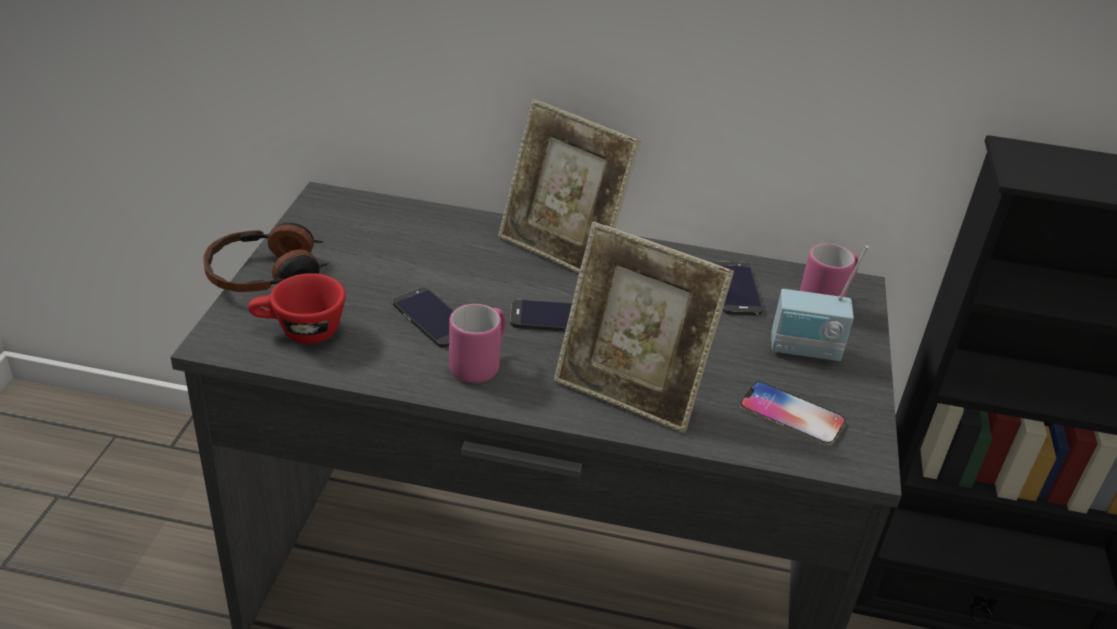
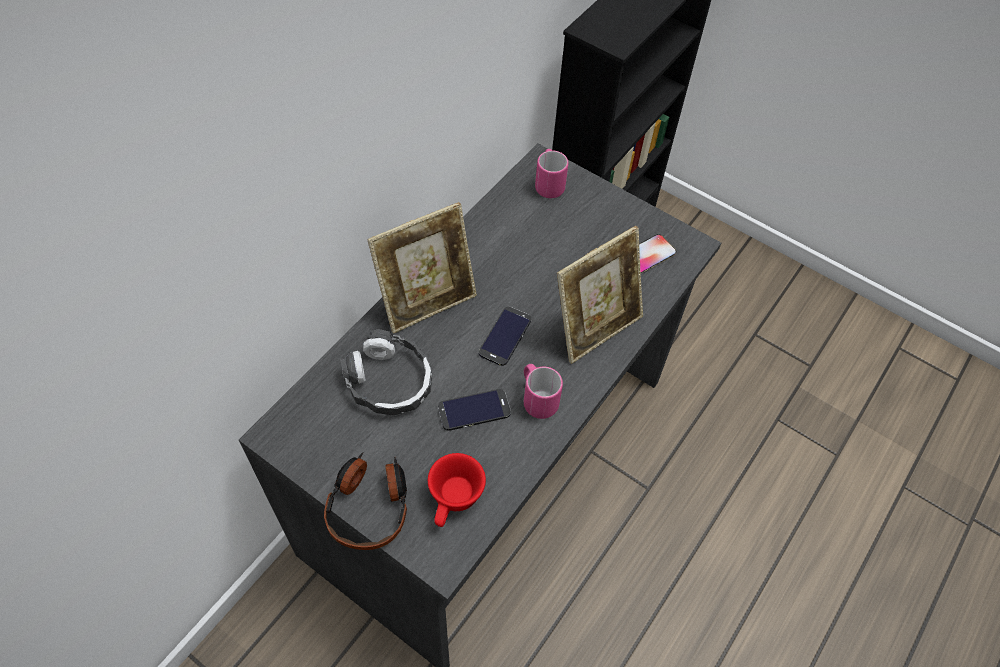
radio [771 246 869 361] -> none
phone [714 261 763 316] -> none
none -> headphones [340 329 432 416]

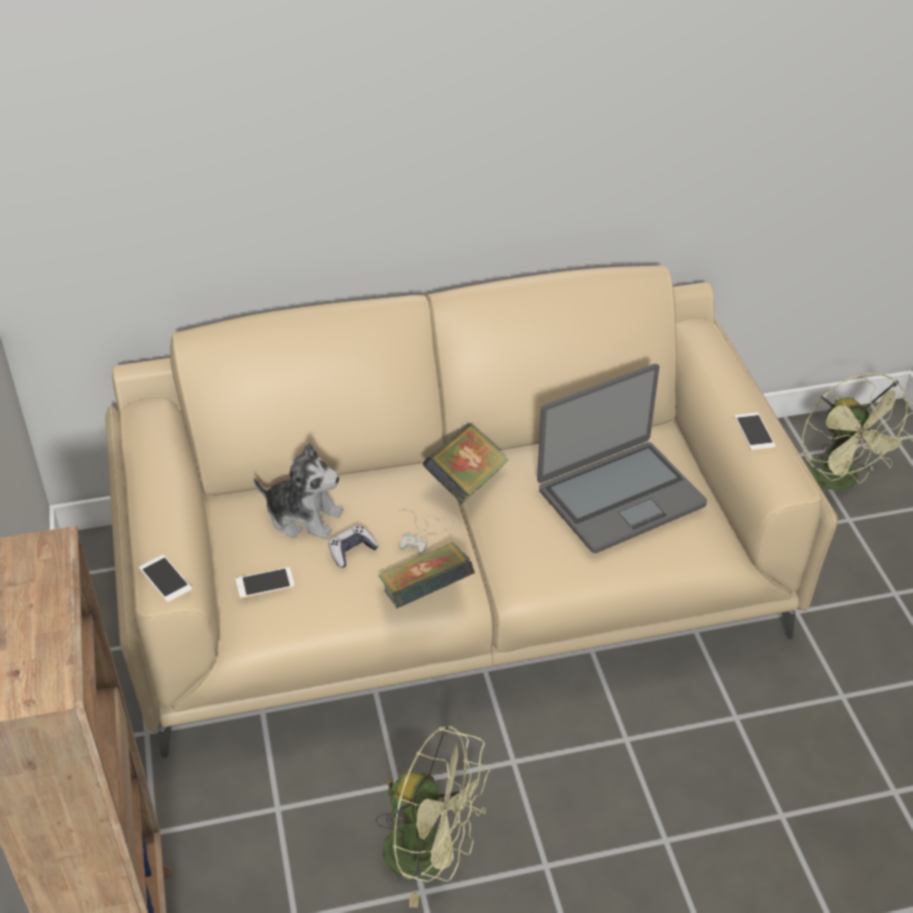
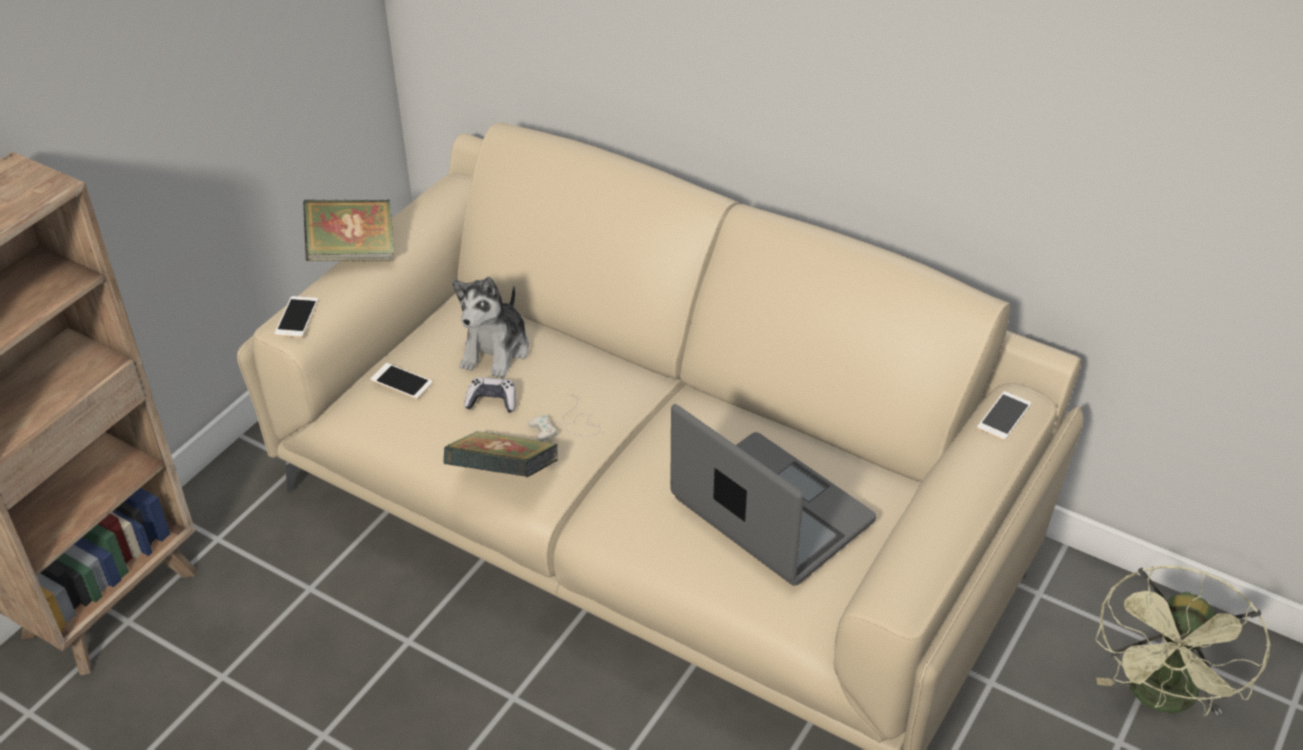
laptop [537 364 707 553] -> laptop [670 404 876 585], 150 degrees counterclockwise
phone [734 412 776 451] -> phone [977 391 1031 440], relocated
book [422 423 509 504] -> book [303 200 394 261], relocated
plush toy [254 443 344 539] -> plush toy [452 277 529 378], 45 degrees clockwise
green fan [376 725 490 908] -> none

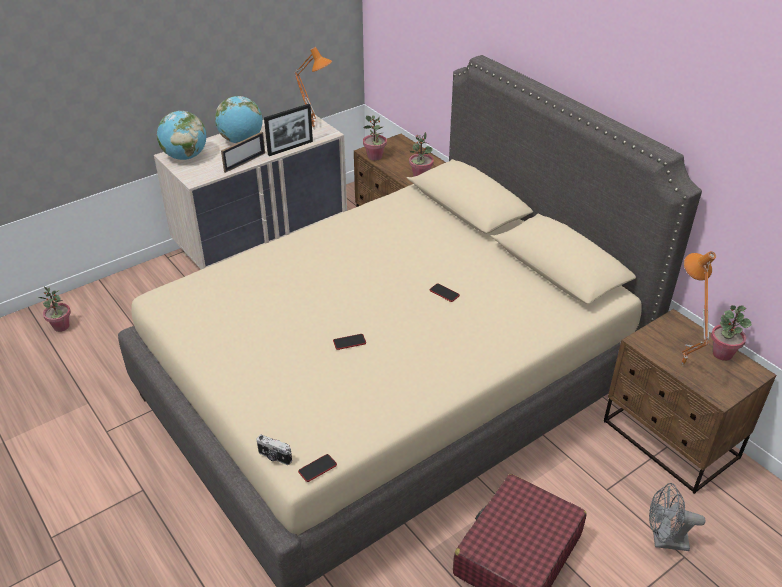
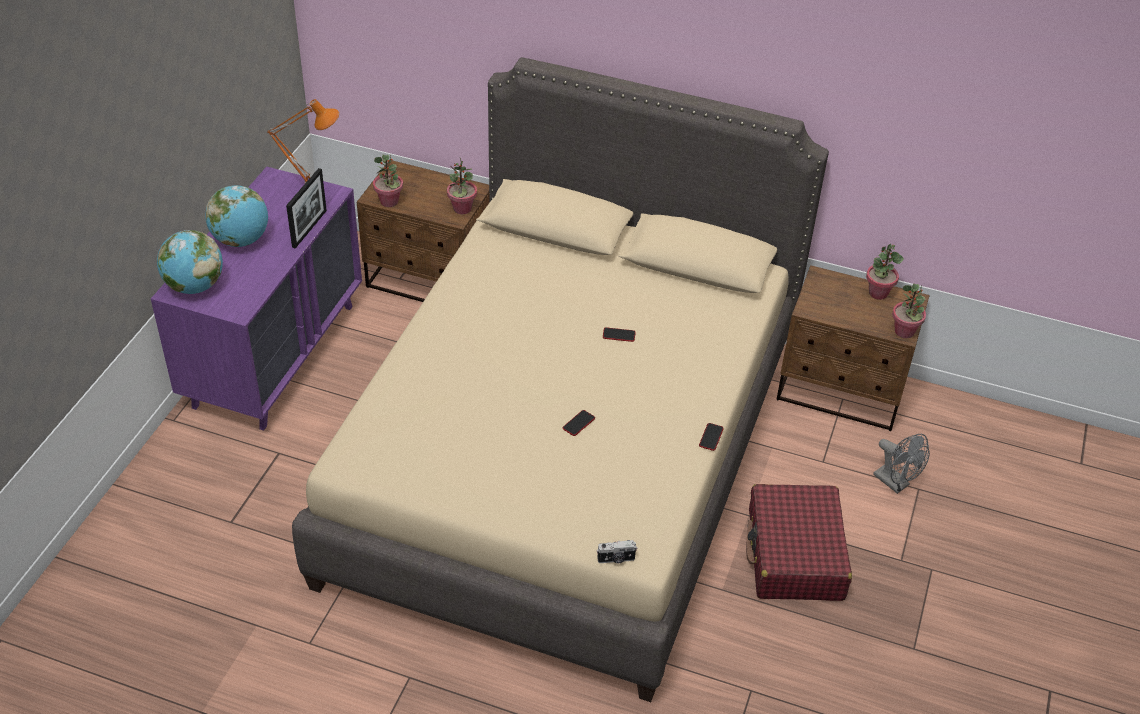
beige dresser [154 115 347 269] -> purple dresser [151 166 362 430]
picture frame [221 132 265 173] -> none
orange table lamp [682 251 716 365] -> none
potted plant [38 287 71 332] -> potted plant [892 284 926 338], relocated
phone [298 454 337 482] -> phone [699 423 724 451], relocated
grey fan [649 483 706 551] -> grey fan [873 434 930 494], 105 degrees counterclockwise

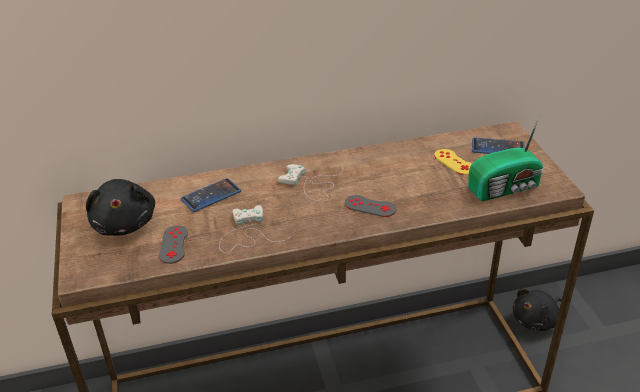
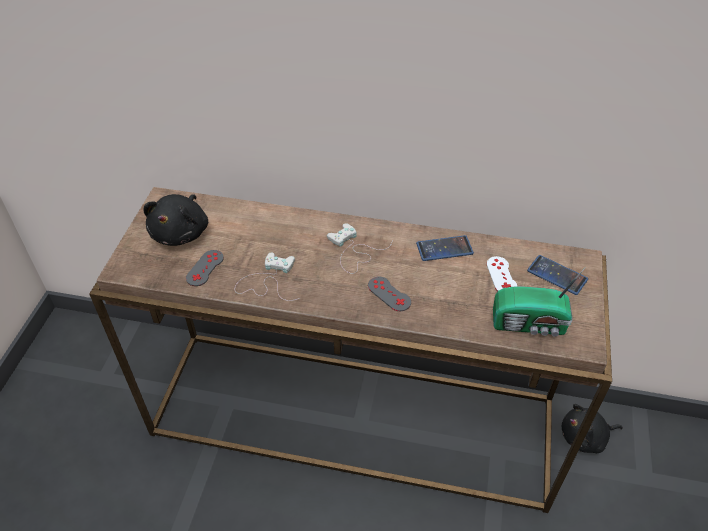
yellow game controller [434 149 472 175] -> white game controller [487 256 517 291]
phone [181 178 241 212] -> phone [416 235 474 261], relocated

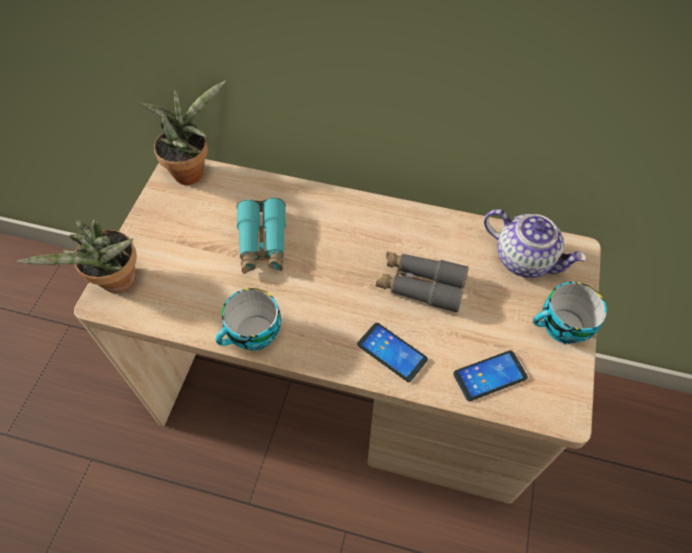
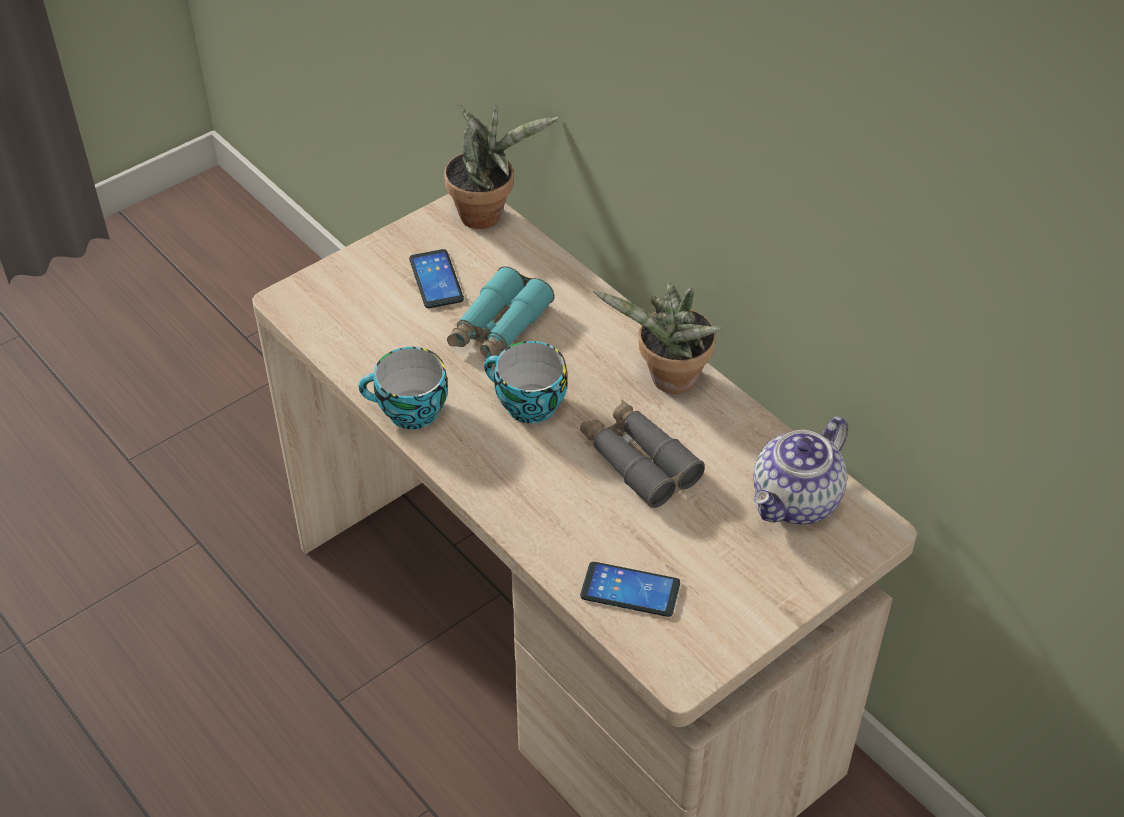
teapot [484 209 587 278] -> teapot [754 416 848 524], 60 degrees clockwise
potted plant [16 220 137 293] -> potted plant [592 282 723 394], relocated
cup [533 282 607 344] -> cup [484 341 568 423], relocated
phone [357 323 428 382] -> phone [409 249 464 308], relocated

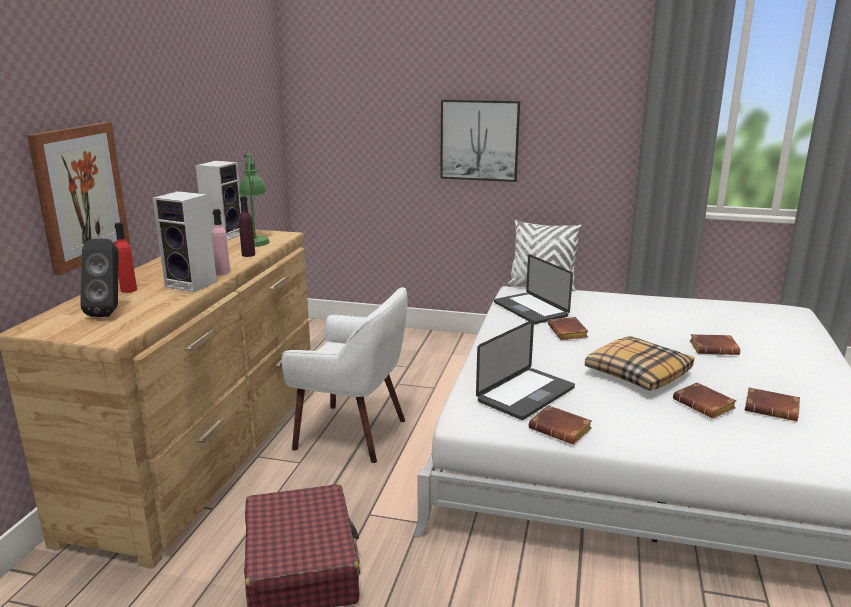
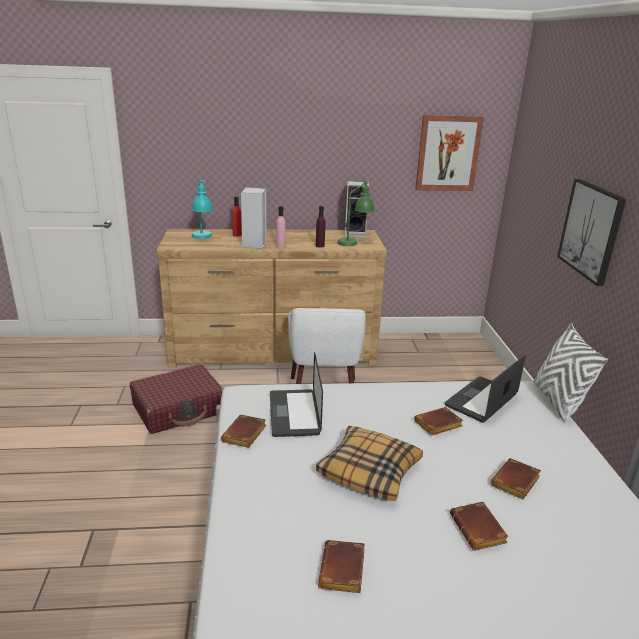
picture [27 122 130 275] -> picture [415 115 484 191], relocated
black speaker [80 239 118 317] -> turquoise table lamp [192 180 213 239]
laptop [476 320 575 420] -> laptop [270 352 323 437], 60 degrees clockwise
brown book [673 382 736 419] -> brown book [490 458 541 499], relocated

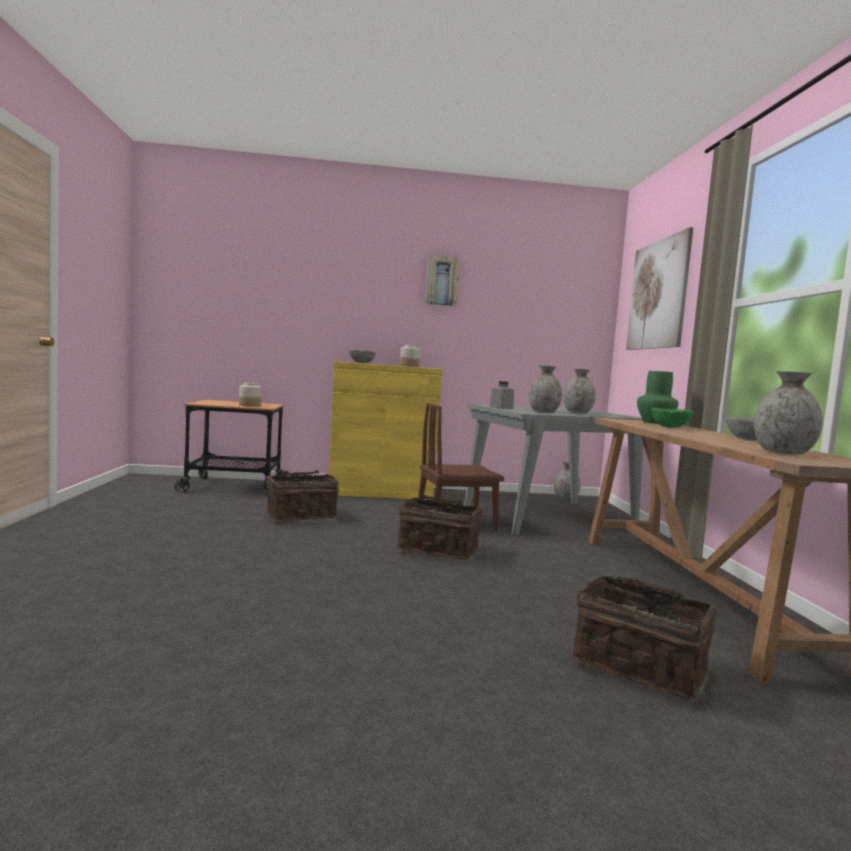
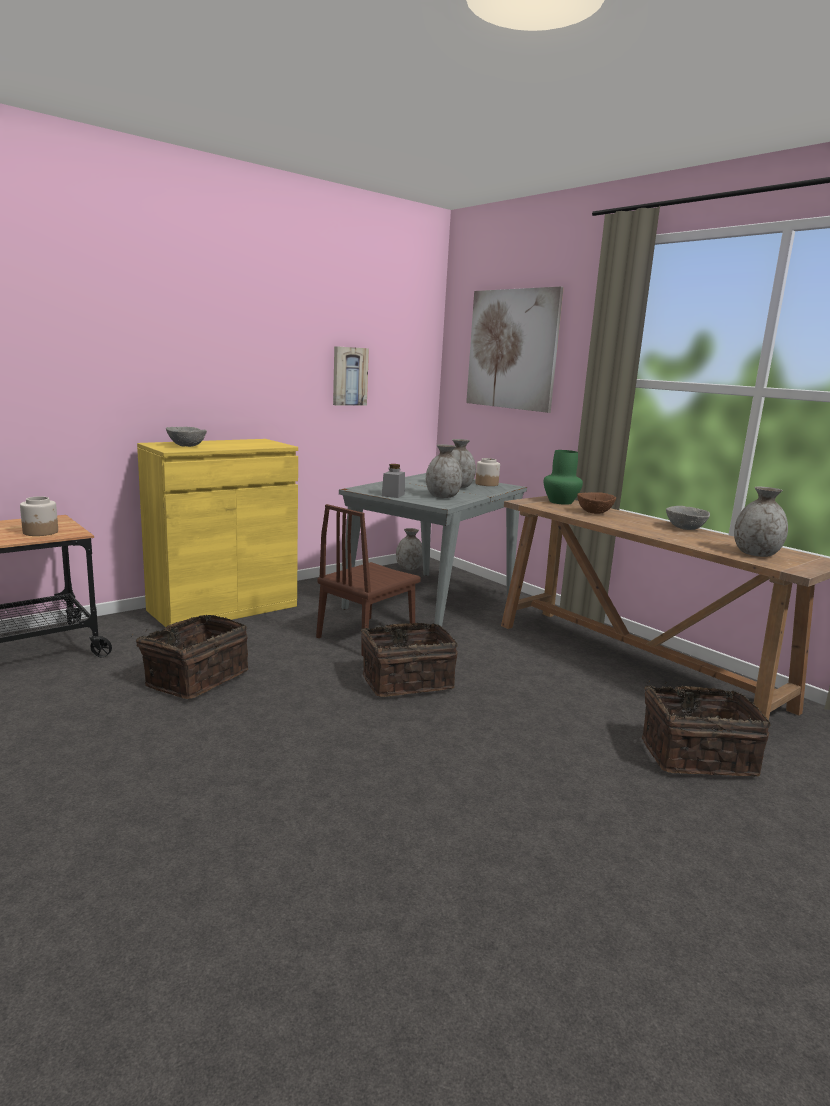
picture [425 255 460 306] -> picture [333 346 369 406], relocated
jar [400 345 420 367] -> jar [475 458 500 486], relocated
green bowl [651 407 694 428] -> brown bowl [577 492 616 514]

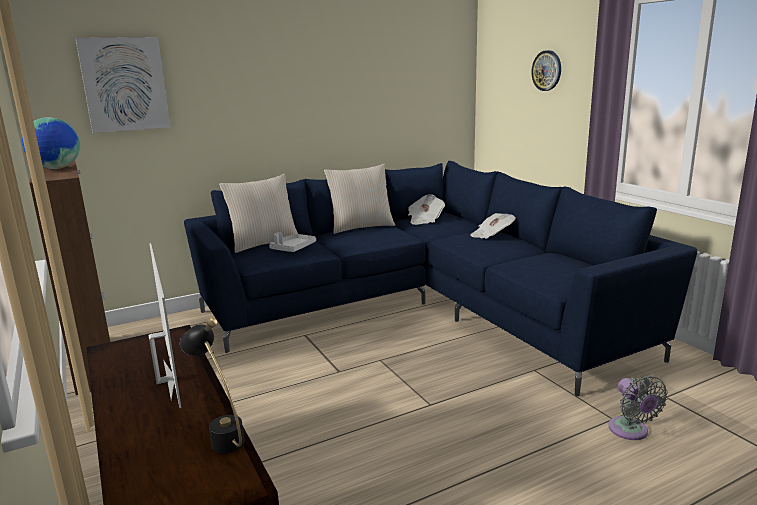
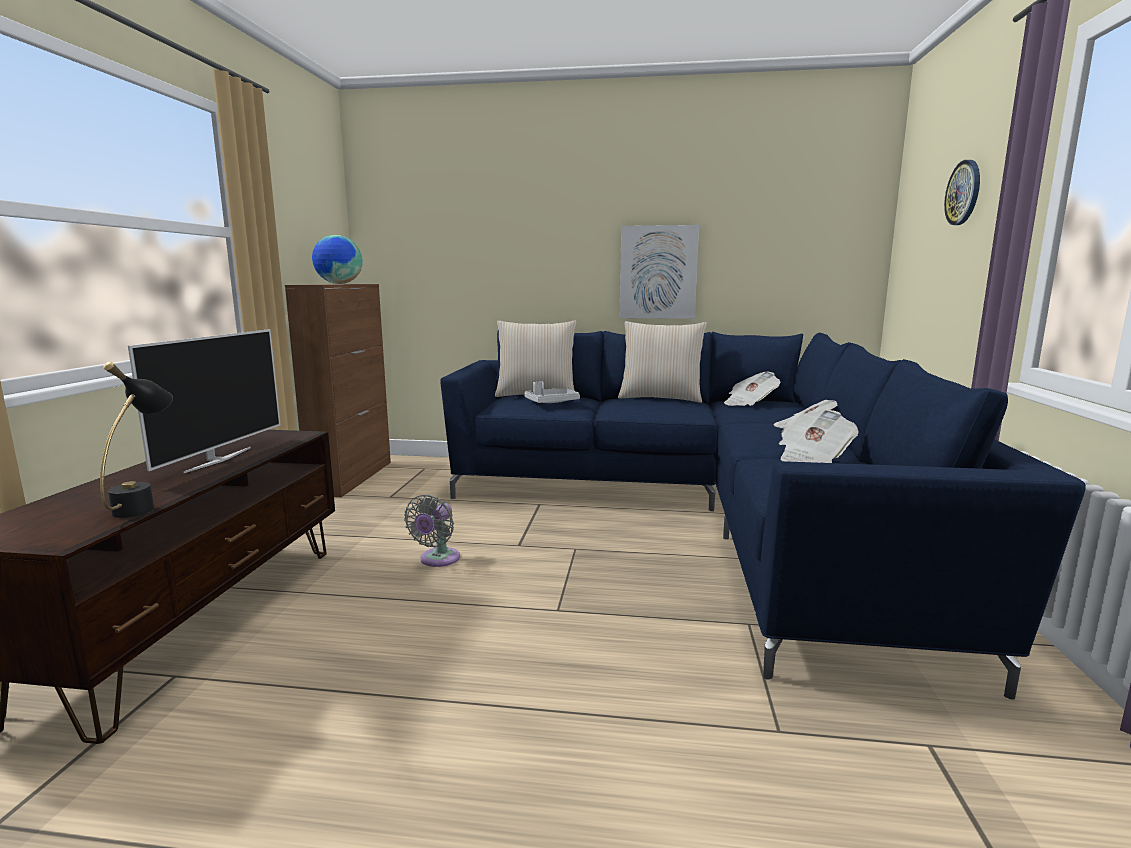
picture [76 37 170 133] -> picture [620 225 699 319], relocated
grey fan [608 376 668 440] -> grey fan [404 495 460 567], relocated
none -> newspaper [779 410 859 463]

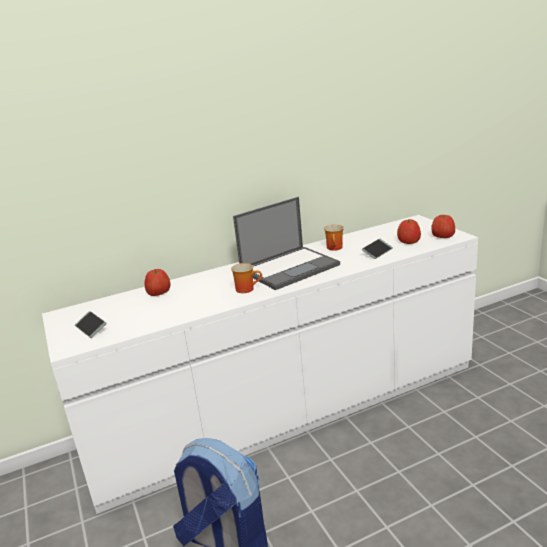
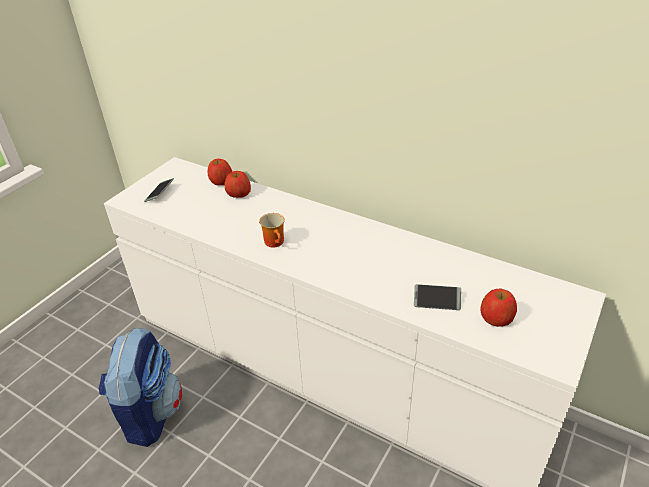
laptop [233 197 340 290] -> none
apple [431 215 455 238] -> apple [208 159 232 186], relocated
mug [324 225 344 251] -> none

